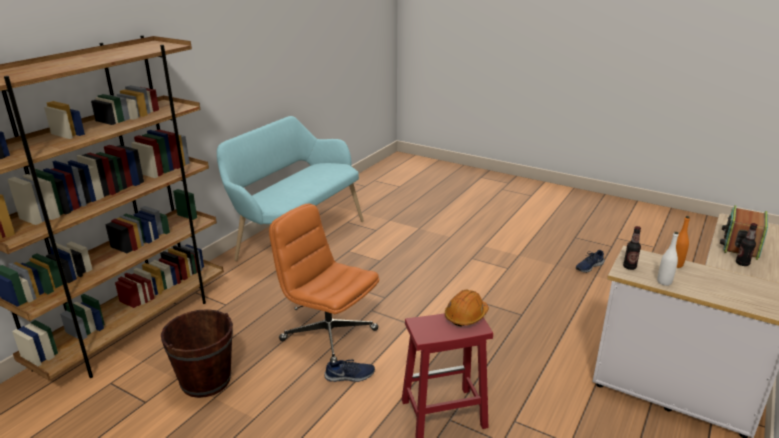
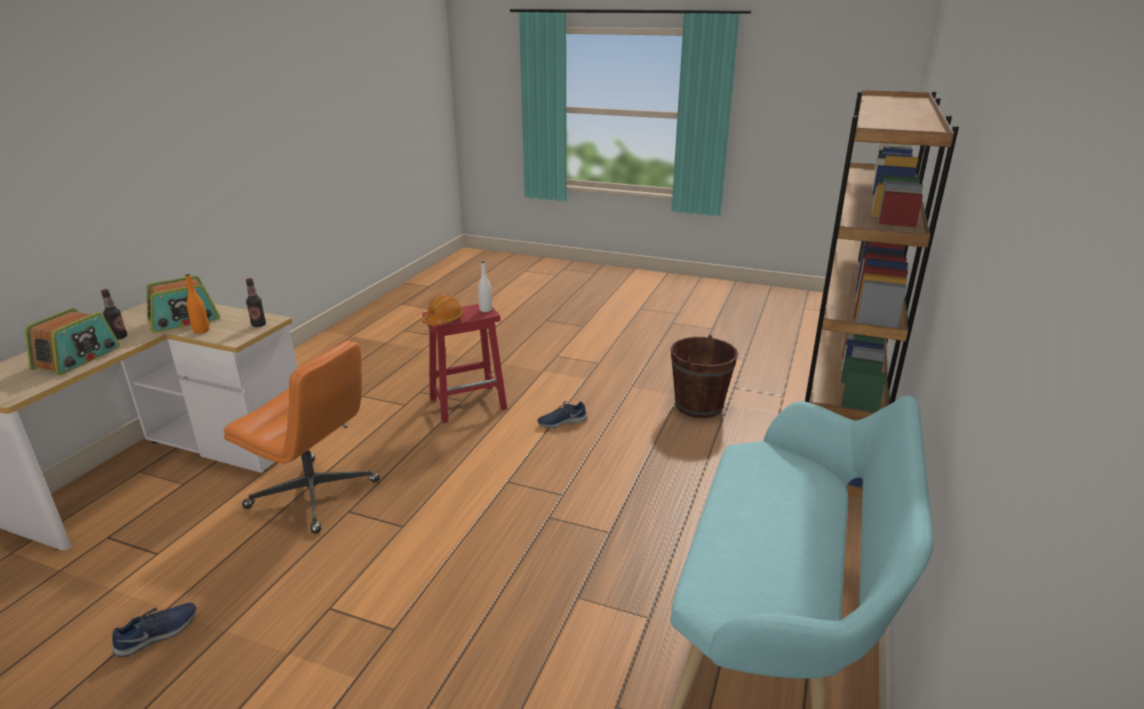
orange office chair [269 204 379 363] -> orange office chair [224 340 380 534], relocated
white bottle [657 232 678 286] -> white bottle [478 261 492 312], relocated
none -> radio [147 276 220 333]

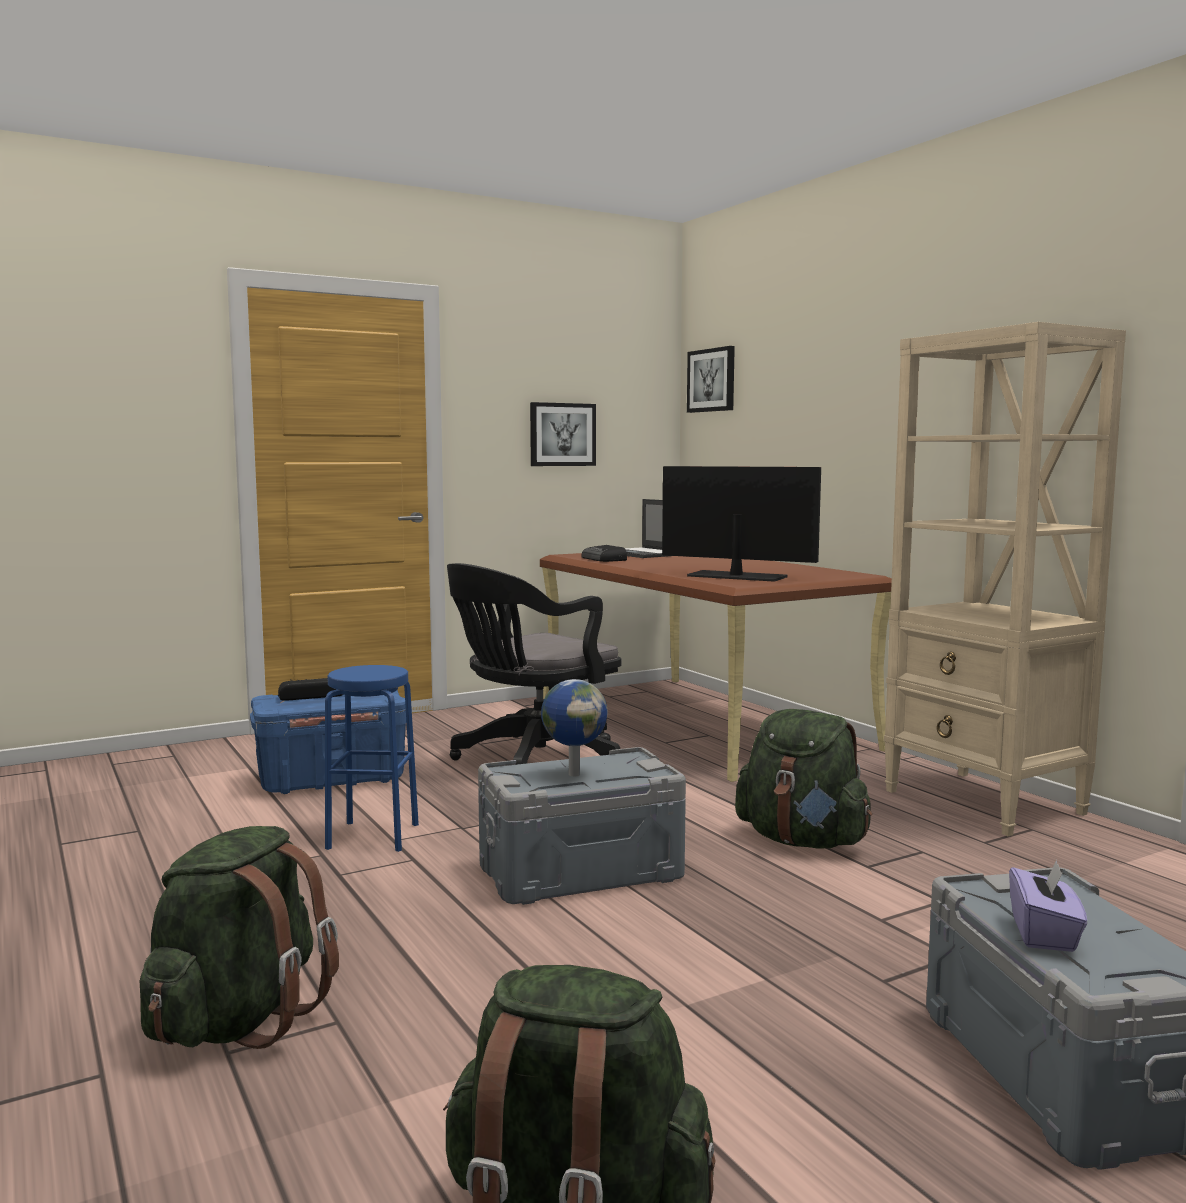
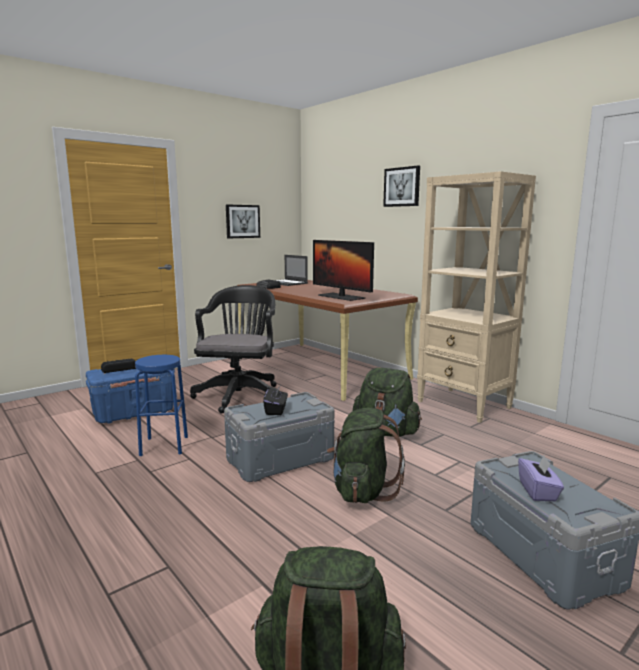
picture [687 346 735 413] -> picture [383 166 420 207], relocated
monitor [662 466 821 582] -> monitor [313 240 374 301], 150 degrees counterclockwise
black office chair [447 563 622 765] -> black office chair [190 285 279 414], 150 degrees clockwise
globe [541 679 608 776] -> black tissue box [263 386 288 415]
green backpack [140 826 339 1049] -> green backpack [327 408 405 503], relocated

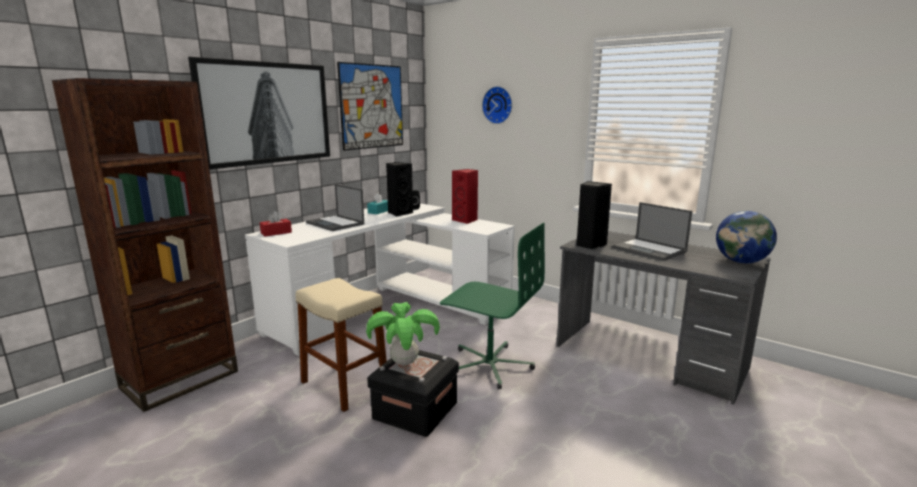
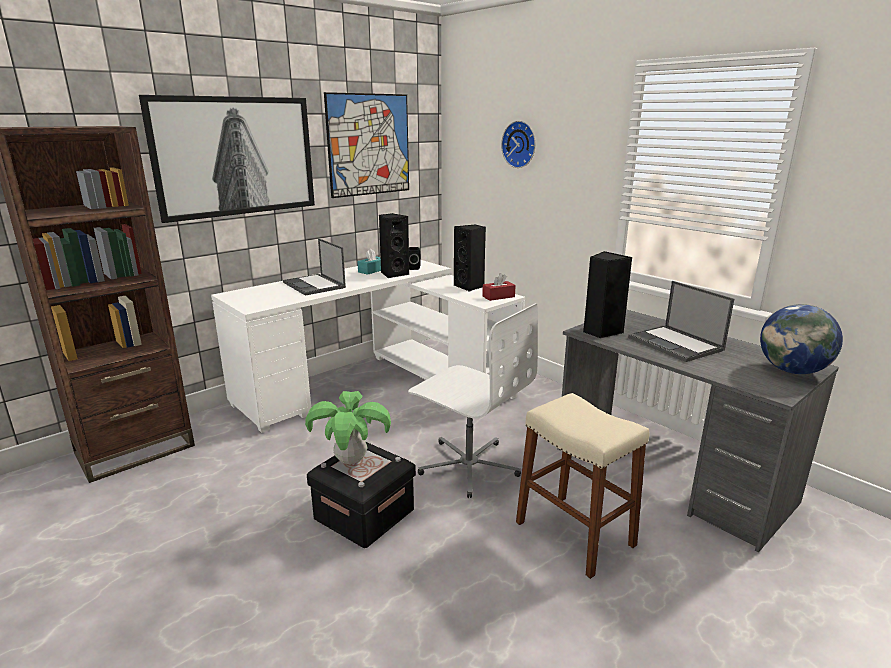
red speaker [452 169 478 224] -> black speaker [454 224 486 292]
red tissue box [260 211 292 236] -> red tissue box [482 273 516 301], relocated
green office chair [440 222 545 389] -> white office chair [408 303 538 498]
beige stool [296 278 387 412] -> beige stool [516 393 649 579], relocated

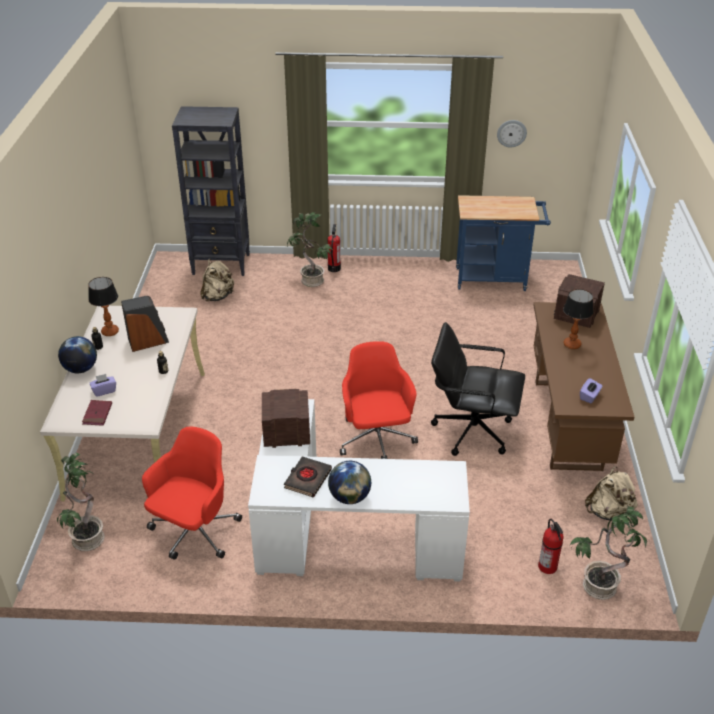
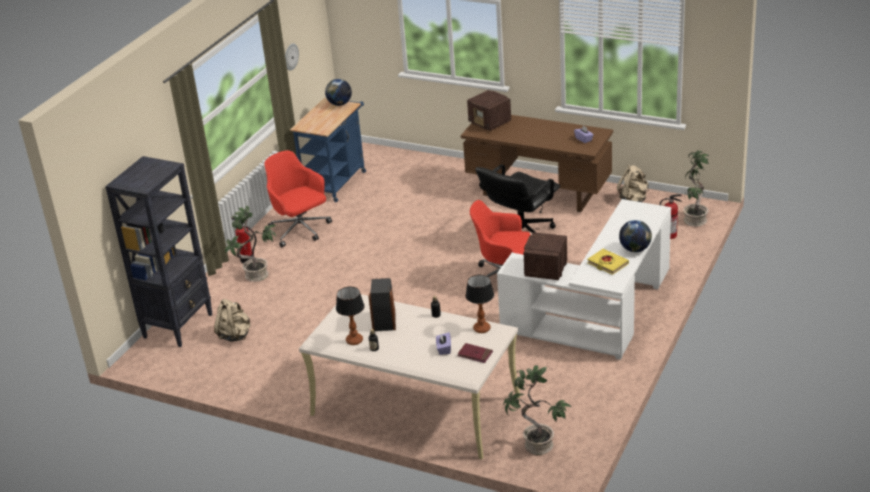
table lamp [563 289 593 349] -> table lamp [466 275 494 333], relocated
globe [58 336 97 373] -> globe [325 79 352 106], relocated
red office chair [142 427 242 560] -> red office chair [264 150 332 247], relocated
black book [284 456 332 497] -> yellow book [587 249 629 275]

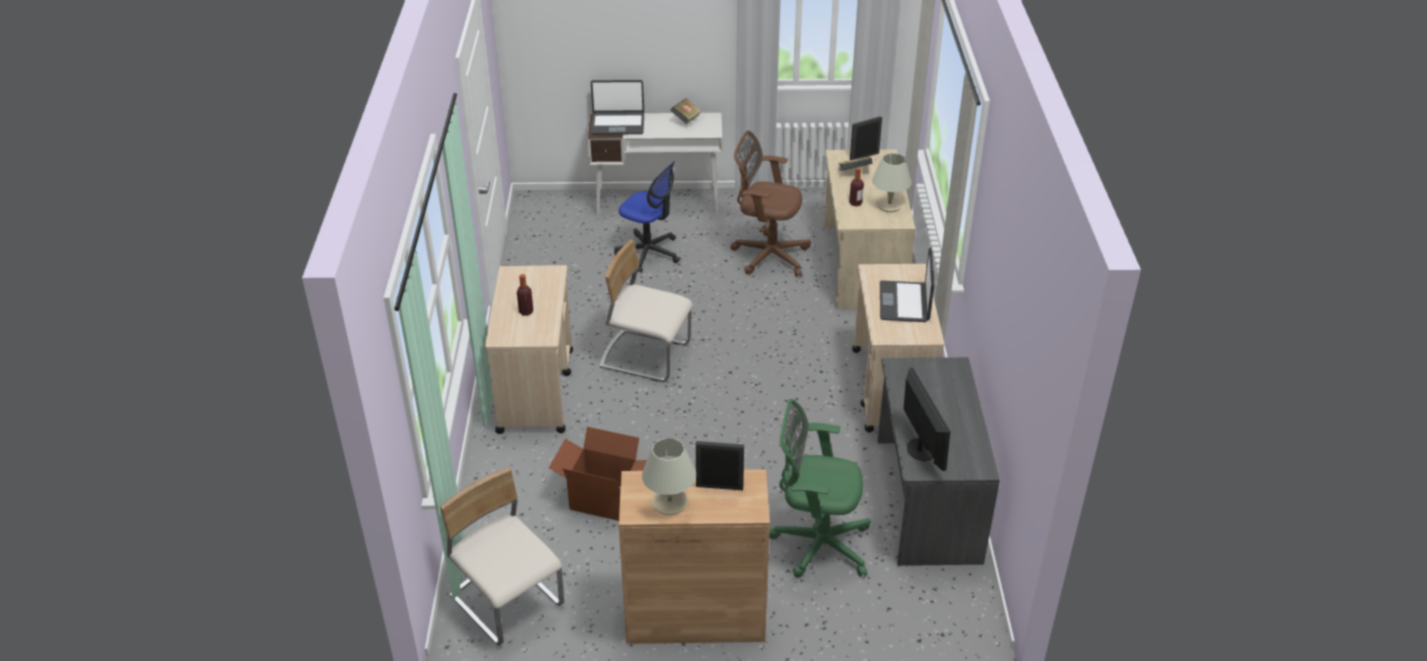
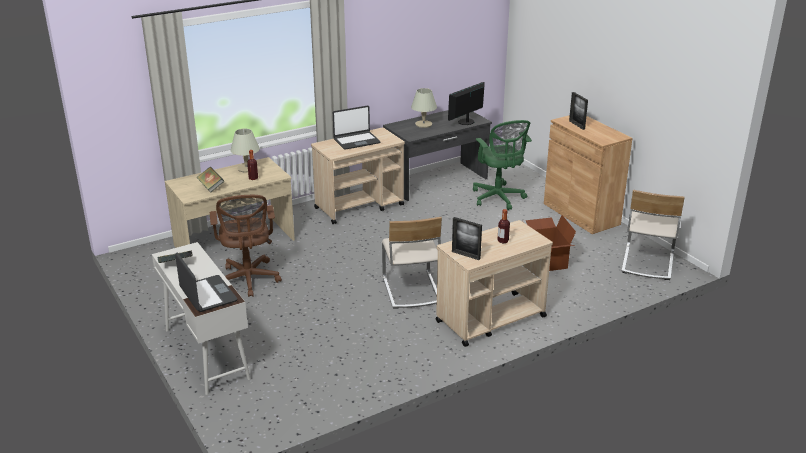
picture frame [850 116 882 160] -> picture frame [452 217 482 260], relocated
office chair [614 161 680 273] -> none
beige table lamp [642 438 696 515] -> beige table lamp [411 88 437 128], relocated

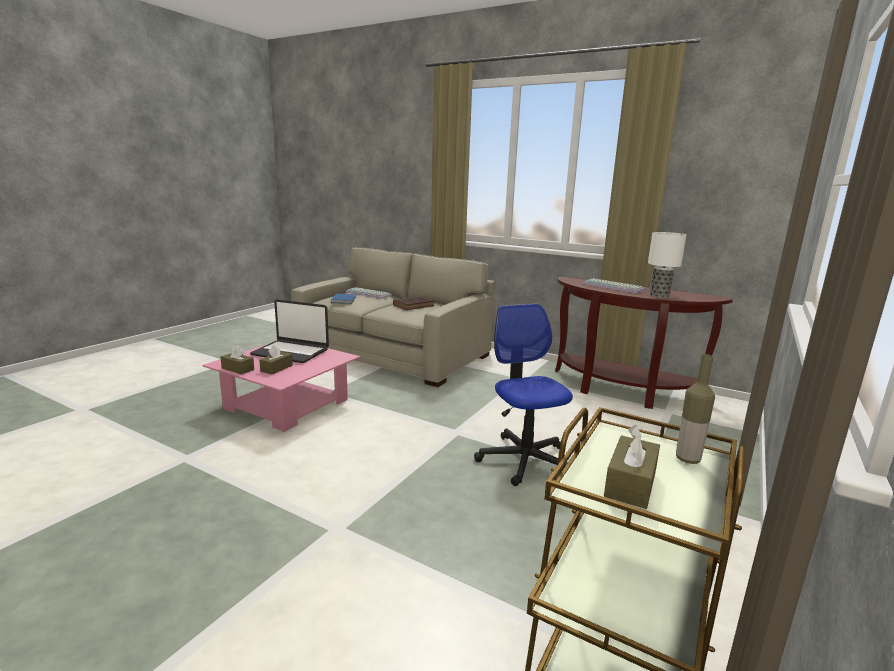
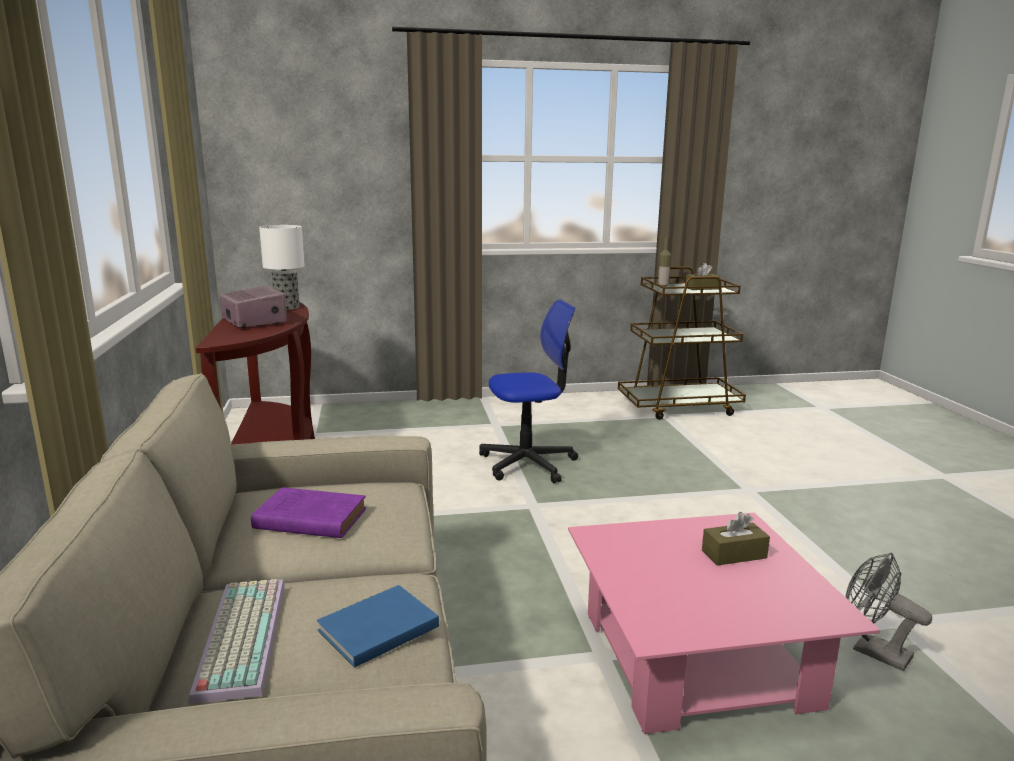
keyboard [583 278 645 293] -> radio [220 286 287 328]
brown book [393 296 435 310] -> purple book [251 487 366 538]
laptop [250 299 329 363] -> none
office chair [474 304 573 486] -> office chair [479 299 578 483], 135 degrees counterclockwise
brown tissue box [221 345 254 374] -> none
none -> grey fan [845 553 932 671]

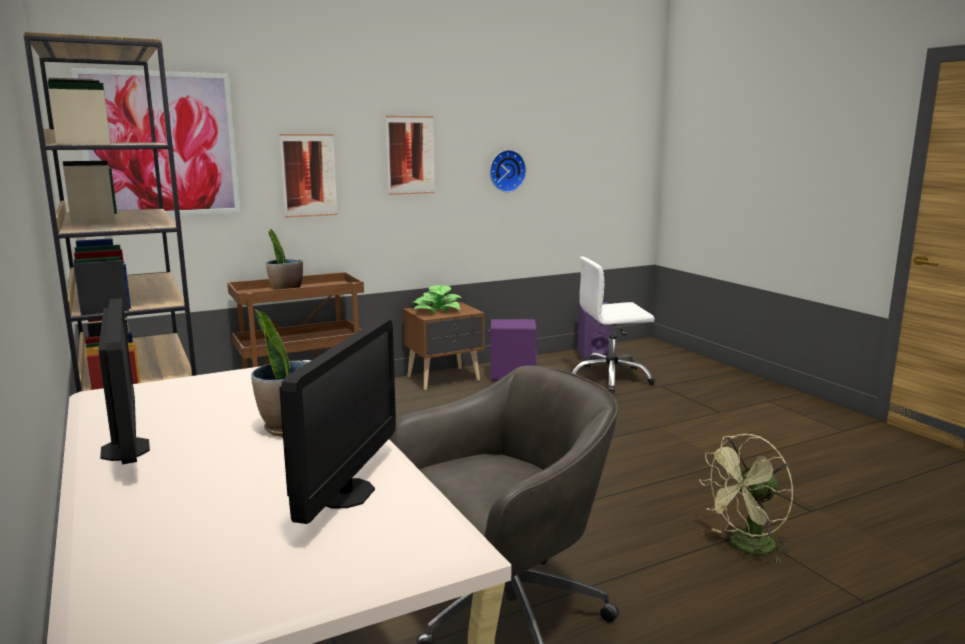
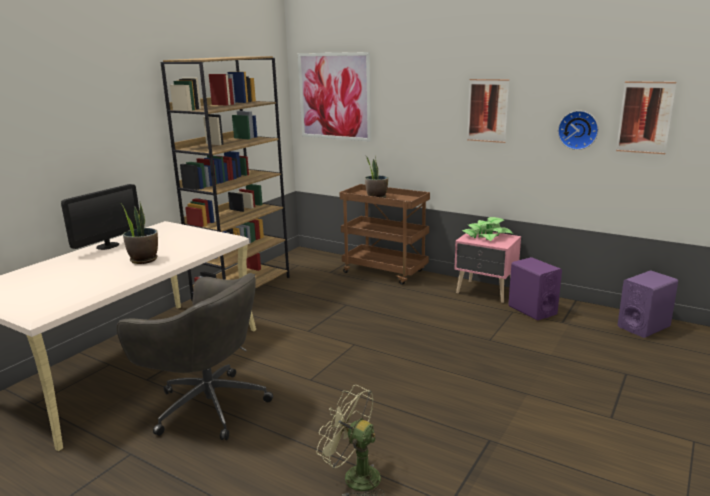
picture [280 134 337 218] -> picture [616 81 676 154], relocated
white office chair [572 257 656 393] -> none
brown nightstand [403 302 485 390] -> pink nightstand [454 232 521 303]
monitor [279 320 396 524] -> none

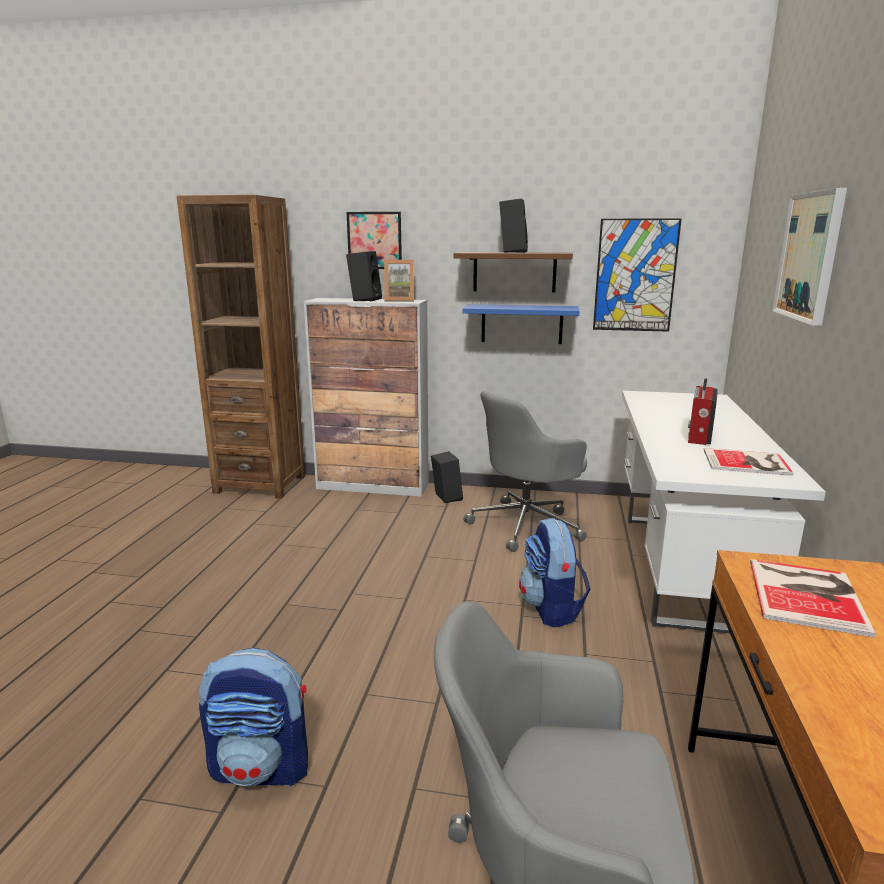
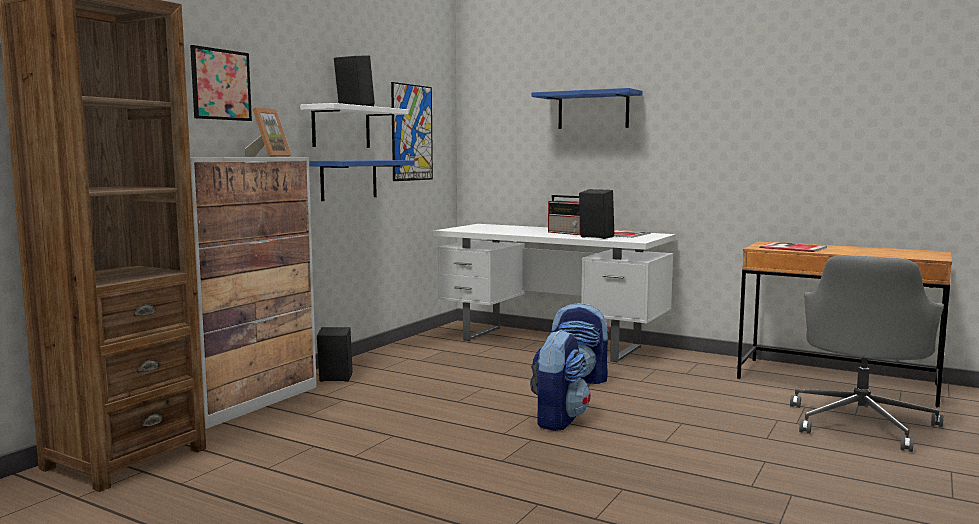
picture [772 188 847 326] -> blue shelf [532 88 643 129]
black speaker [346 251 382 301] -> black speaker [579 189 614 239], relocated
brown shelf [453 252 573 293] -> white shelf [300 103 408 148]
grey office chair [463 391 587 552] -> none
backpack [199 648 308 787] -> backpack [530 330 591 431], relocated

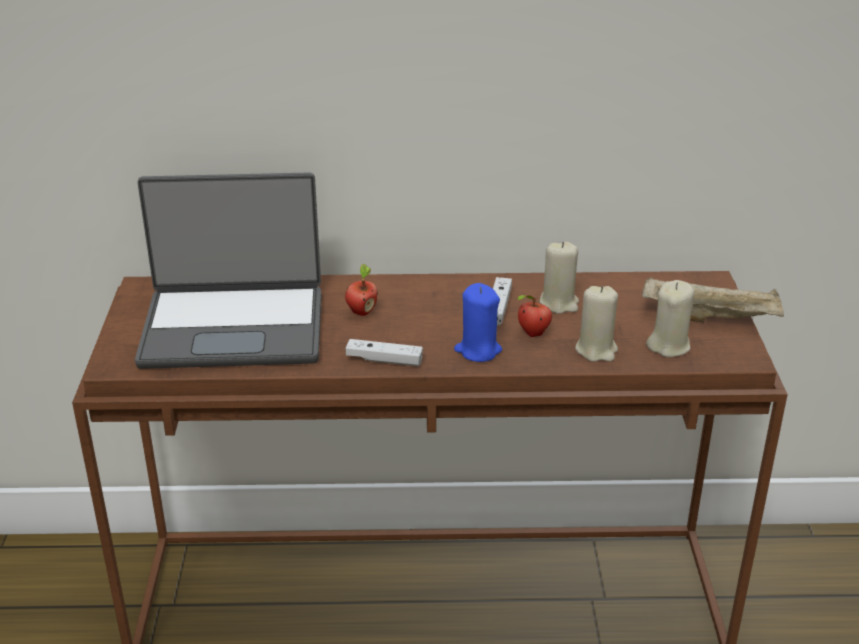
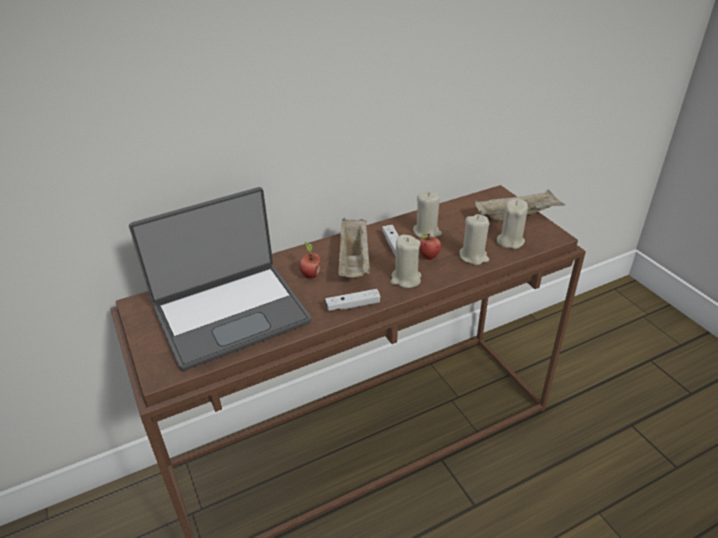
blue candle [454 283 502 362] -> beige candle [391 235 422 288]
none -> beige tray [338 218 370 278]

